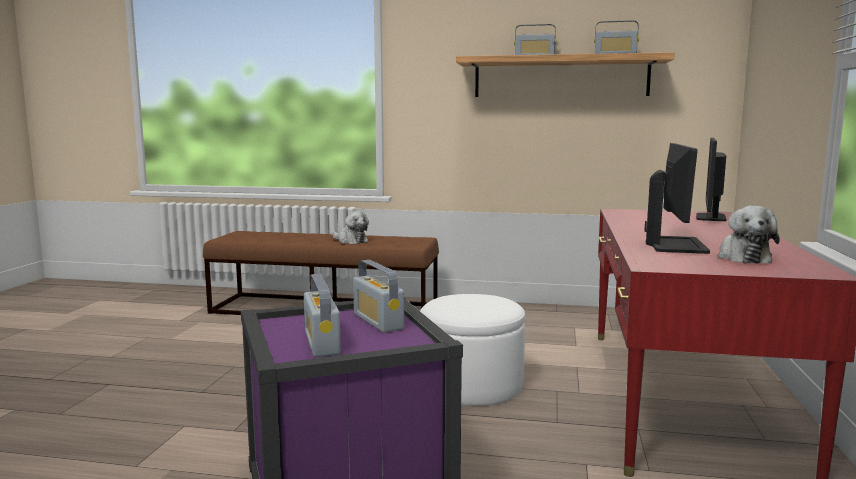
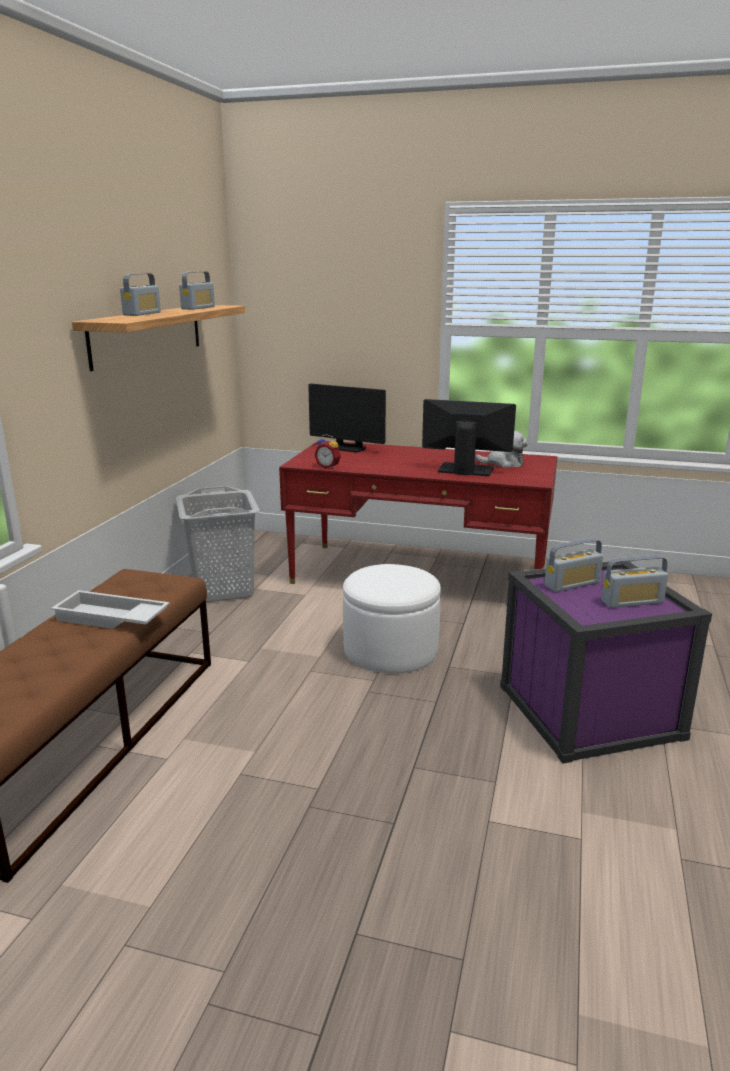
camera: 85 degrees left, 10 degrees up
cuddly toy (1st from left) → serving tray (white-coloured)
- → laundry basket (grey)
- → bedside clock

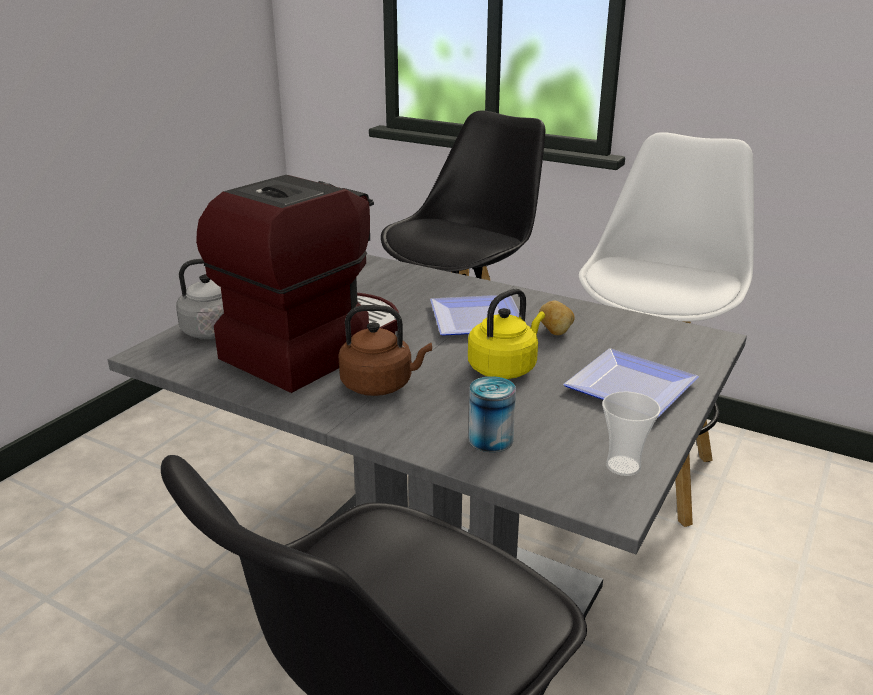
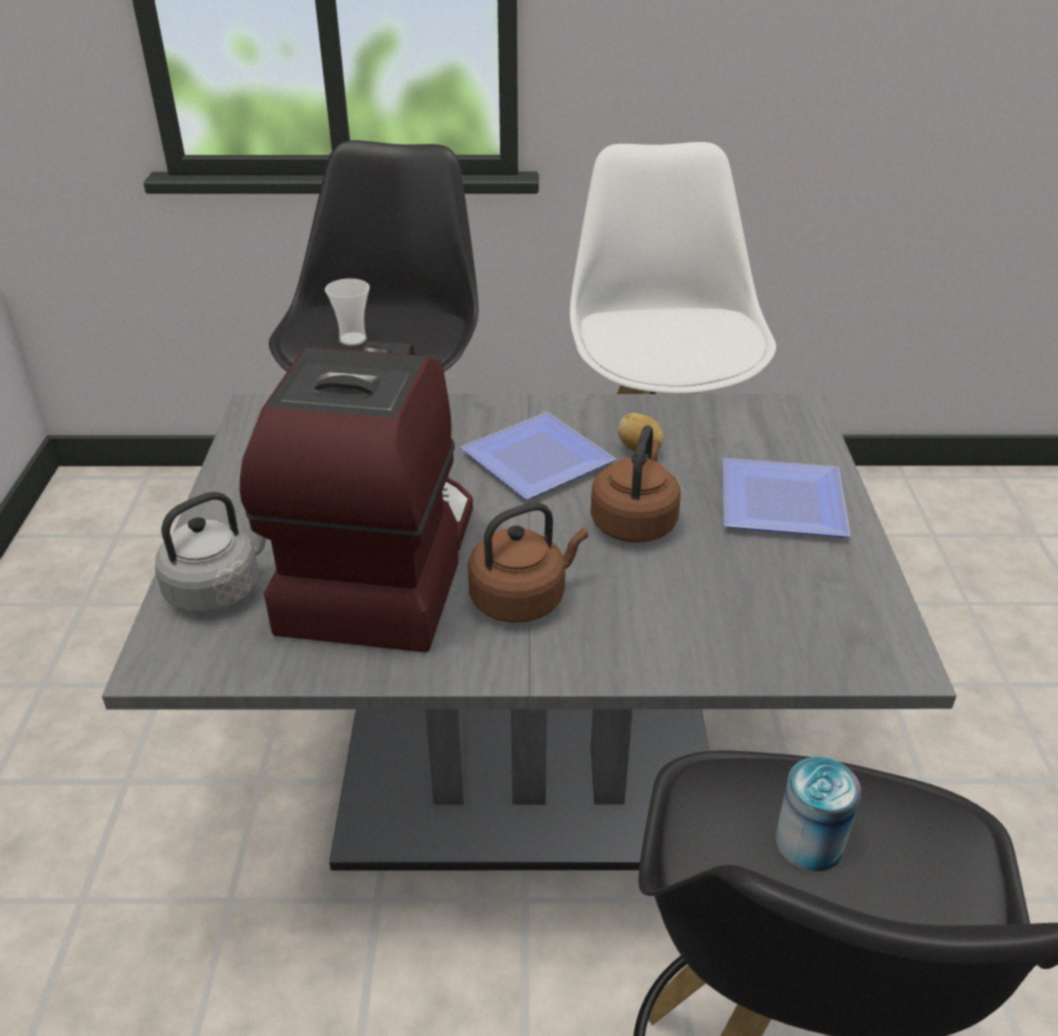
camera: 30 degrees left, 10 degrees up
tea kettle (yellow-coloured) → tea kettle (brownish) (2nd from left)
metal can, moved
cup, moved

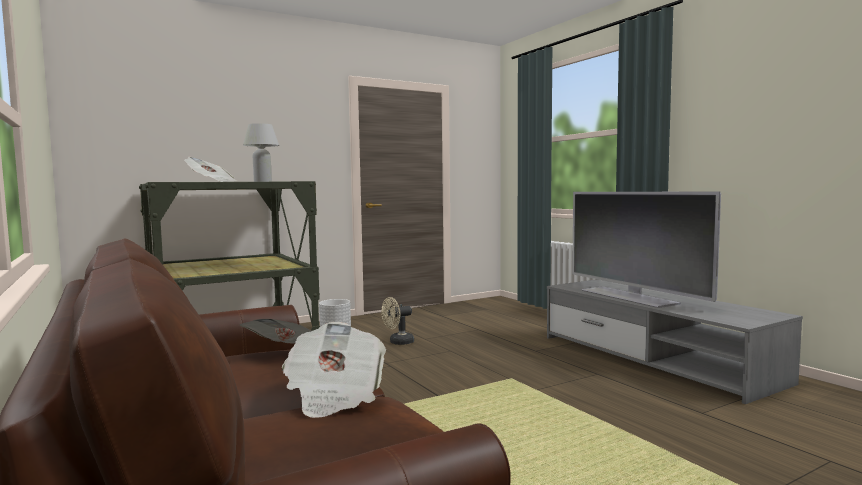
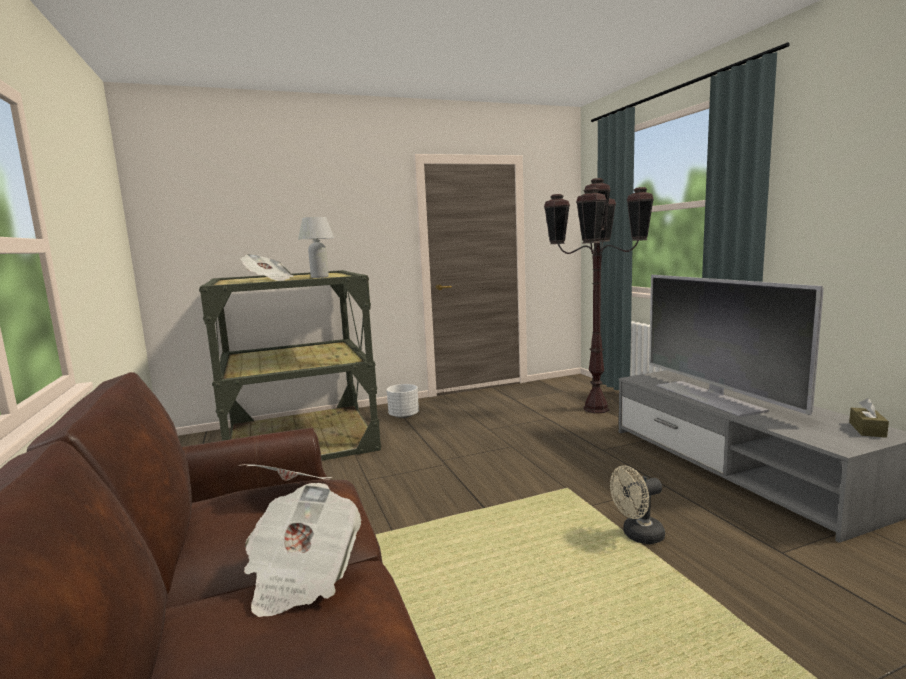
camera: 10 degrees right, 5 degrees up
cooling fan (sand-coloured), moved
- → standard lamp (brownish)
- → tissue box (brownish)

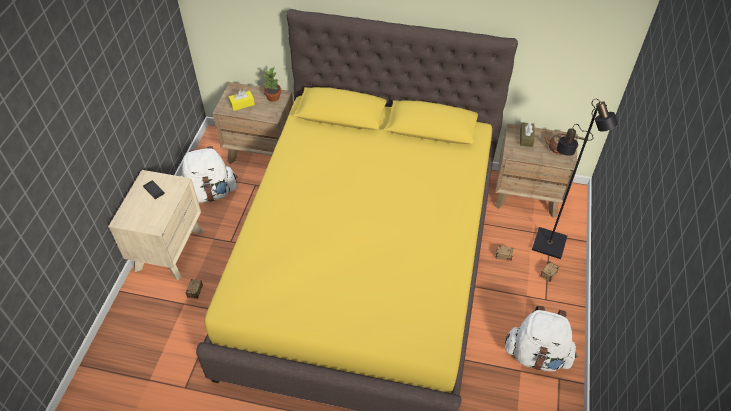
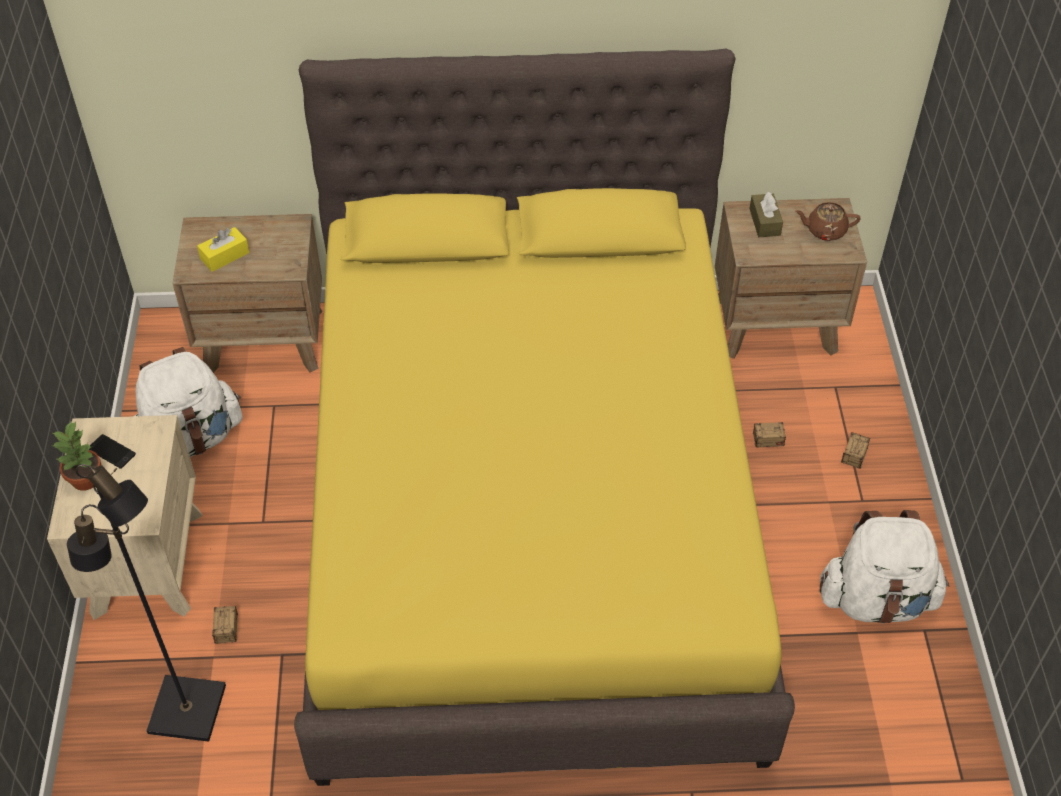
camera: 15 degrees left, 0 degrees up
plant in a pot, moved
standard lamp (blackish), moved

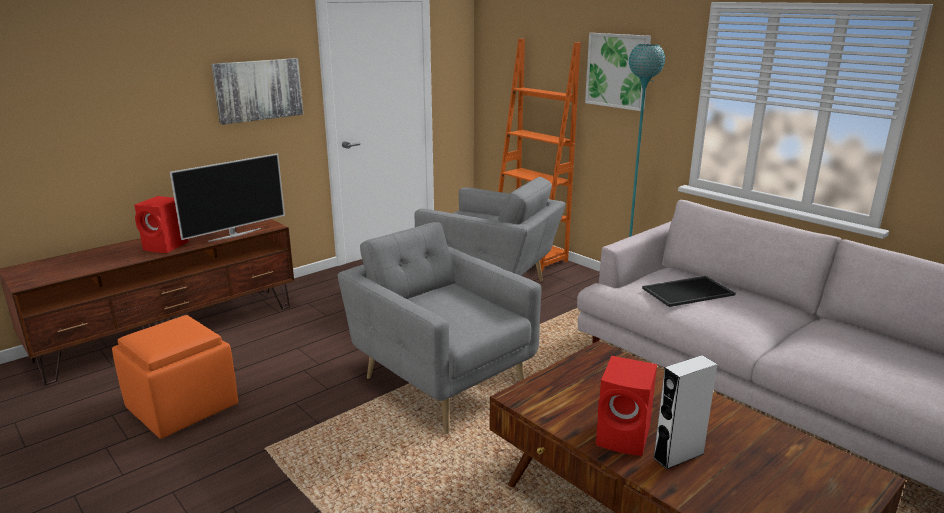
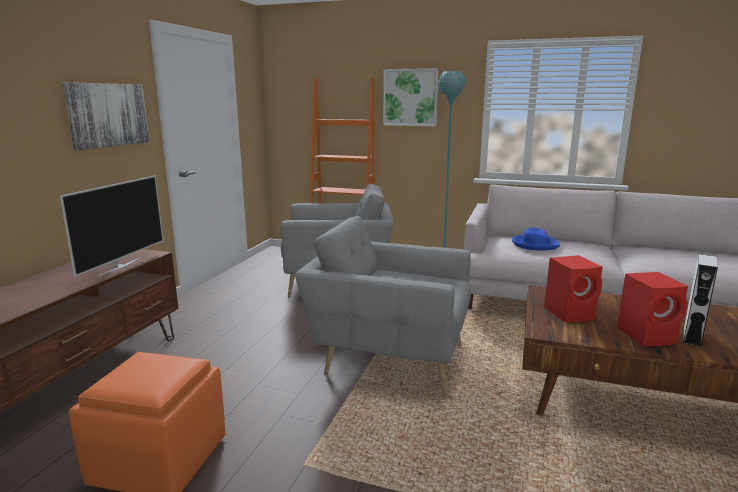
camera: 30 degrees left, 5 degrees down
speaker (reddish) (1st from left), moved
serving tray → hat (blue-coloured)

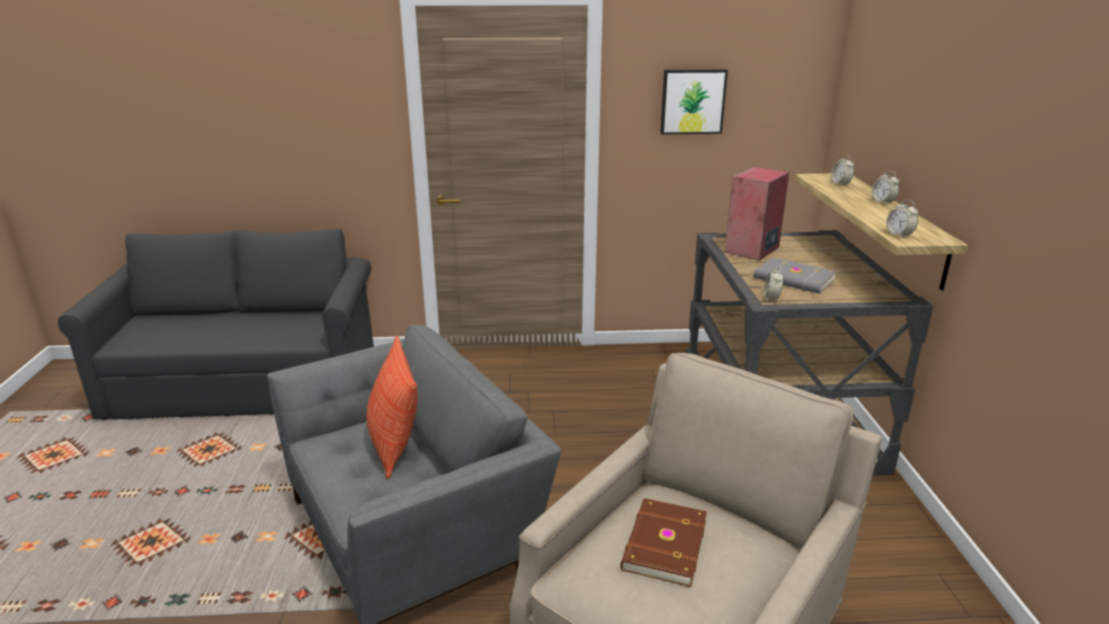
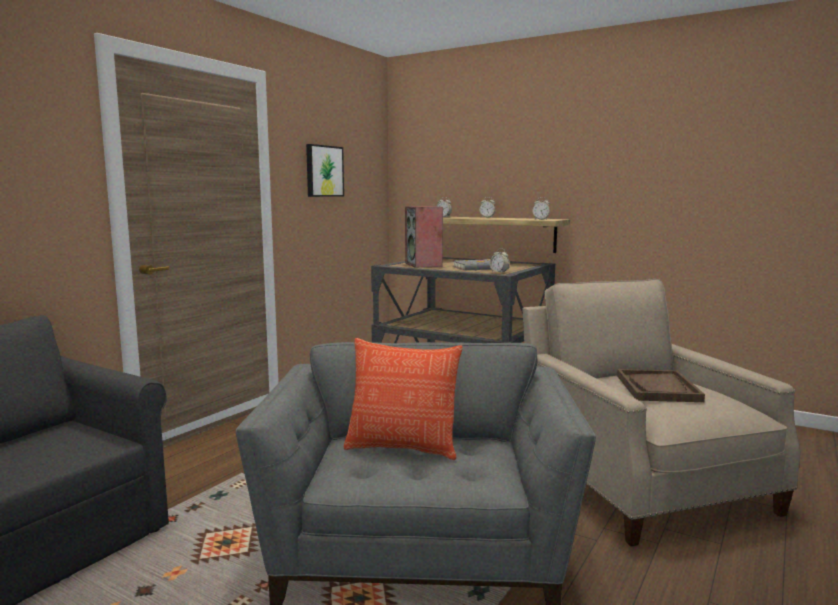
camera: 55 degrees left, 15 degrees down
bound book (brownish) → serving tray (brownish)

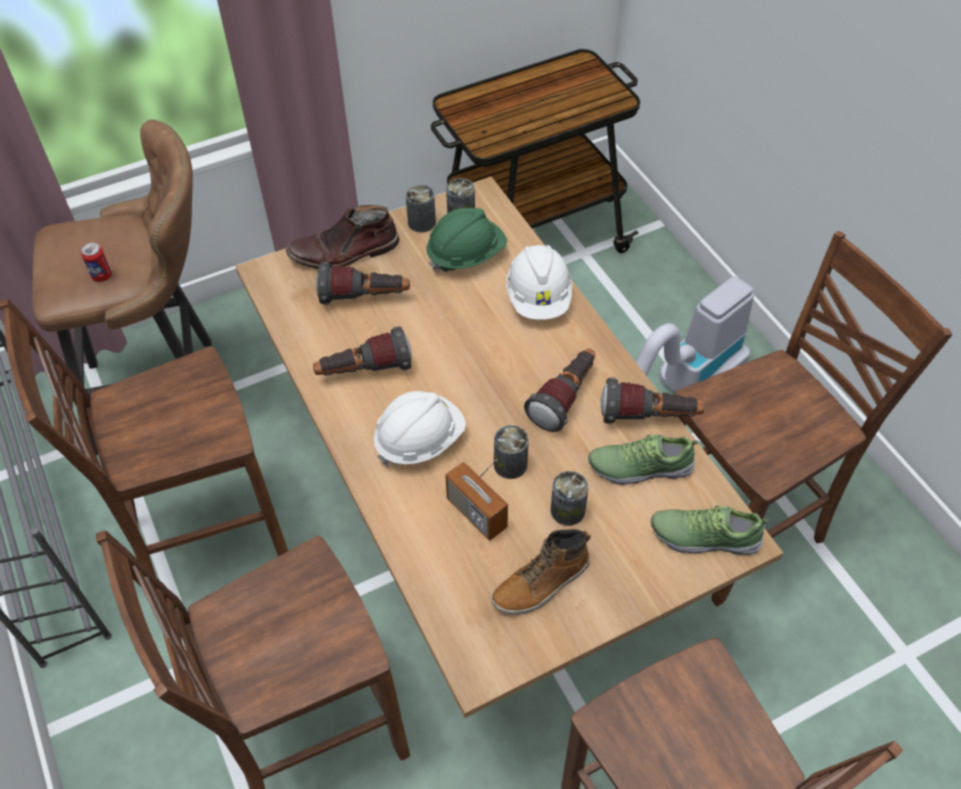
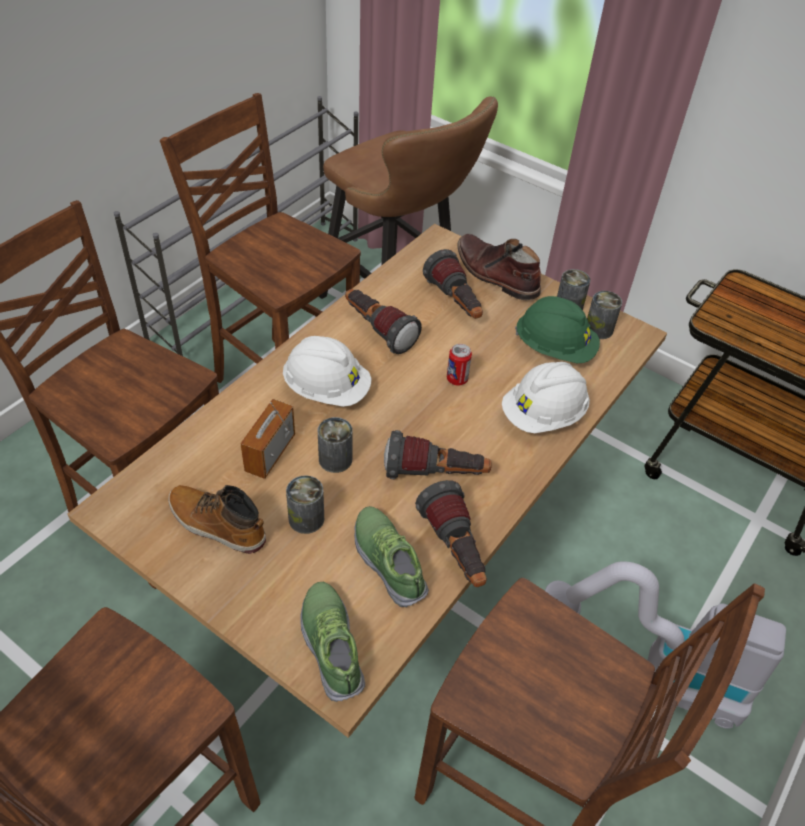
camera: 60 degrees right, 5 degrees down
metal can (1st from left in the first image) → metal can (3rd from left), moved

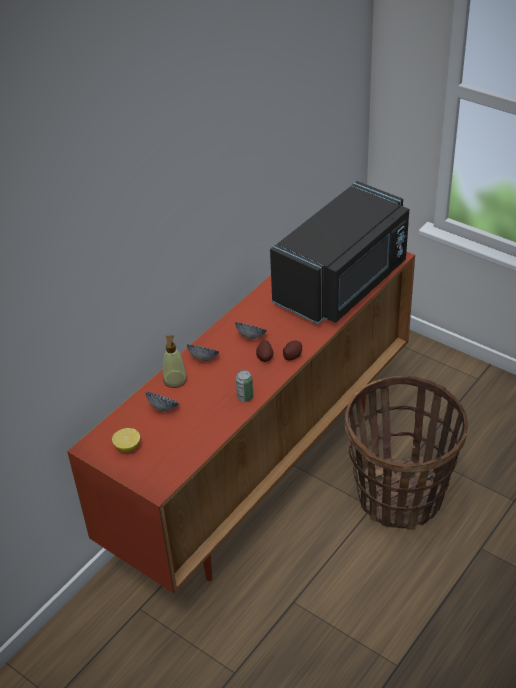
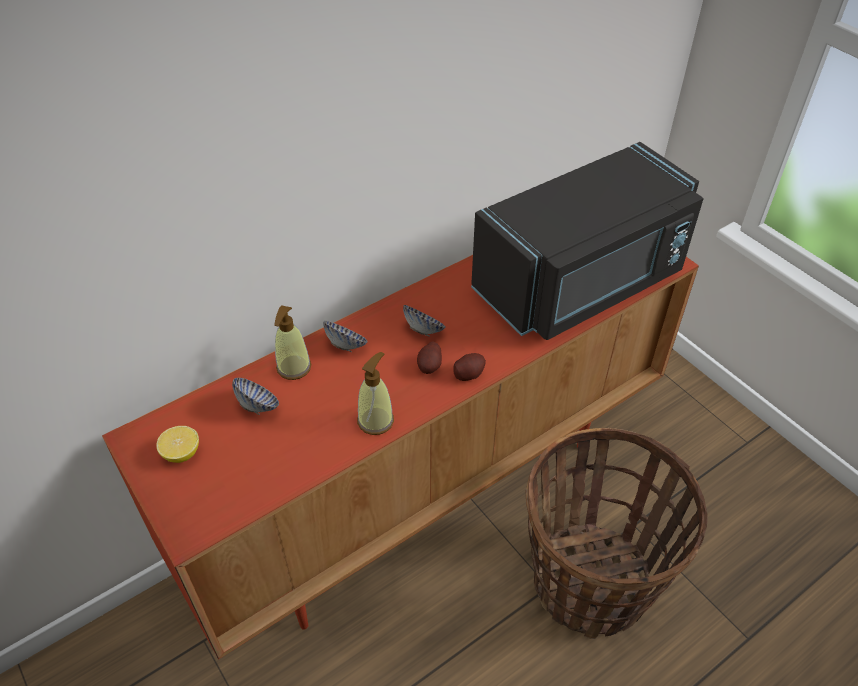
camera: 15 degrees right, 5 degrees up
metal can → liquid soap bottle (2nd from left)

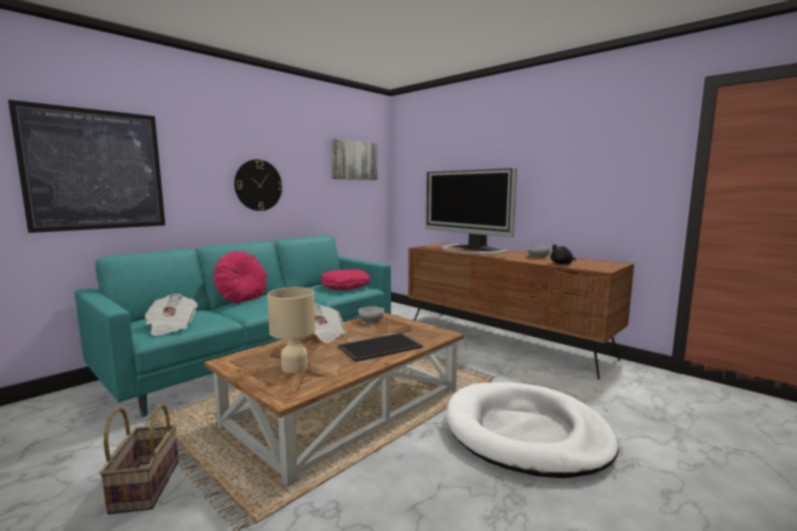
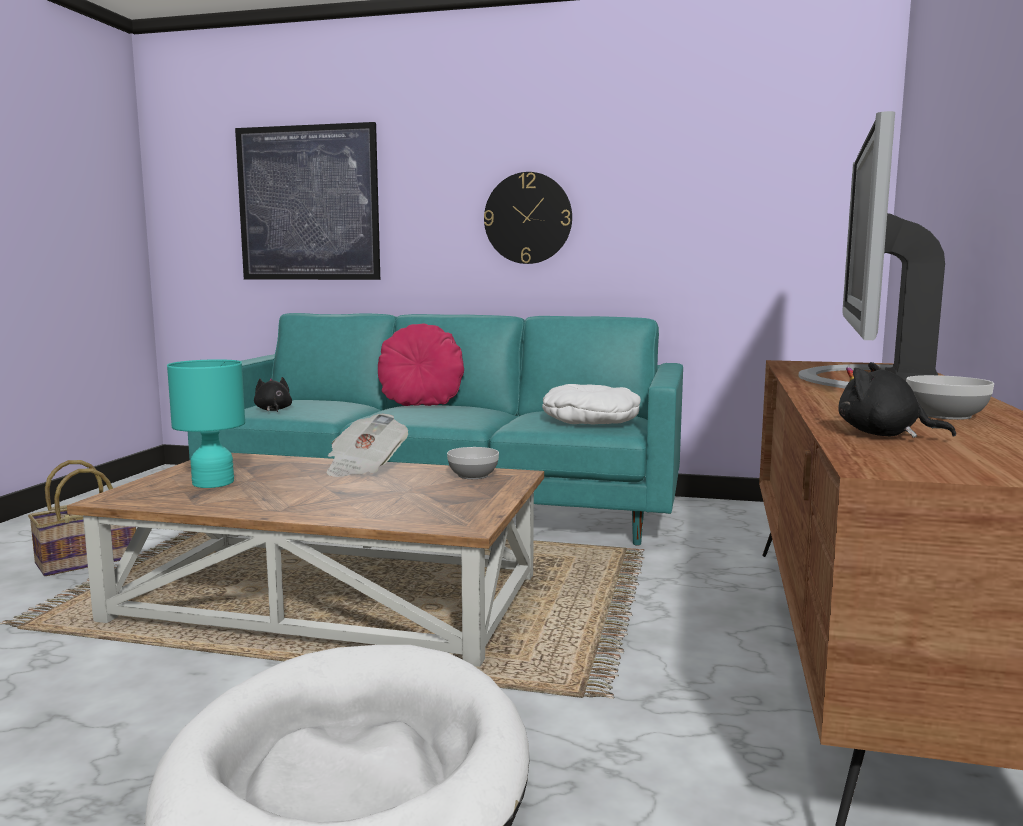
camera: 60 degrees right, 0 degrees up
newspaper (1st from left) → cuddly toy (blackish) (1st from left)
tabletop lamp (sand-coloured) → tabletop lamp (turquoise)
throw pillow (pinkish) (2nd from left) → throw pillow (white-coloured)
picture (2nd from left) → -
serving tray → -

